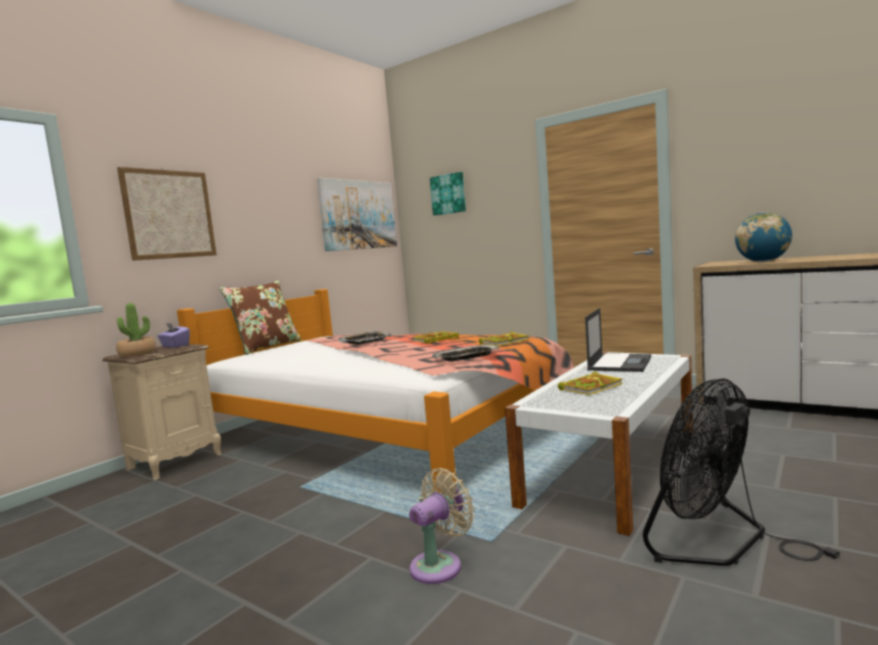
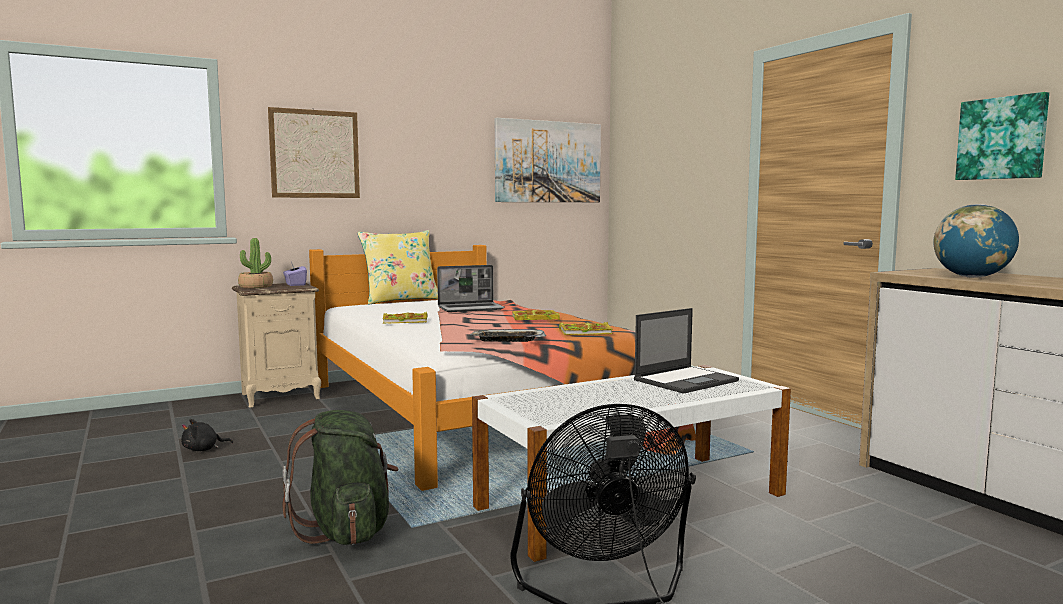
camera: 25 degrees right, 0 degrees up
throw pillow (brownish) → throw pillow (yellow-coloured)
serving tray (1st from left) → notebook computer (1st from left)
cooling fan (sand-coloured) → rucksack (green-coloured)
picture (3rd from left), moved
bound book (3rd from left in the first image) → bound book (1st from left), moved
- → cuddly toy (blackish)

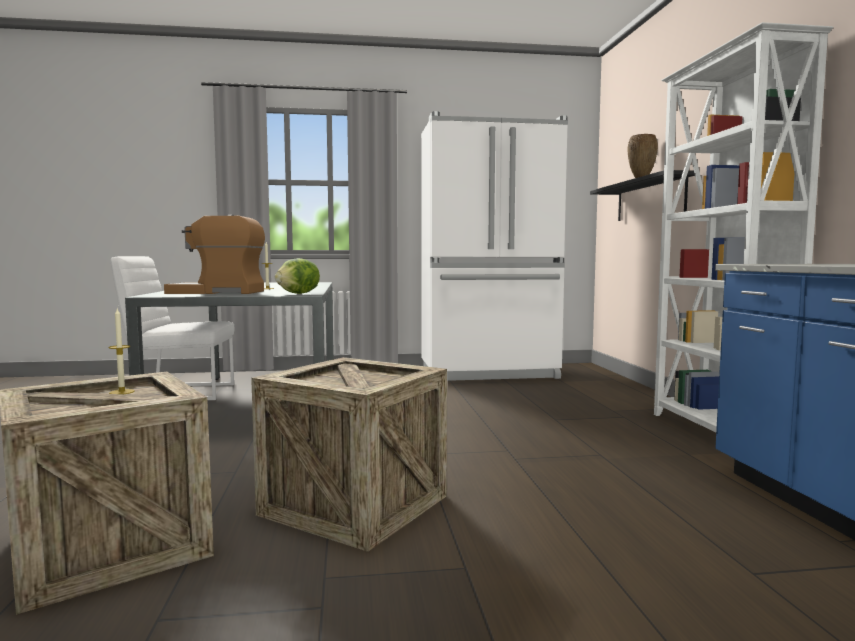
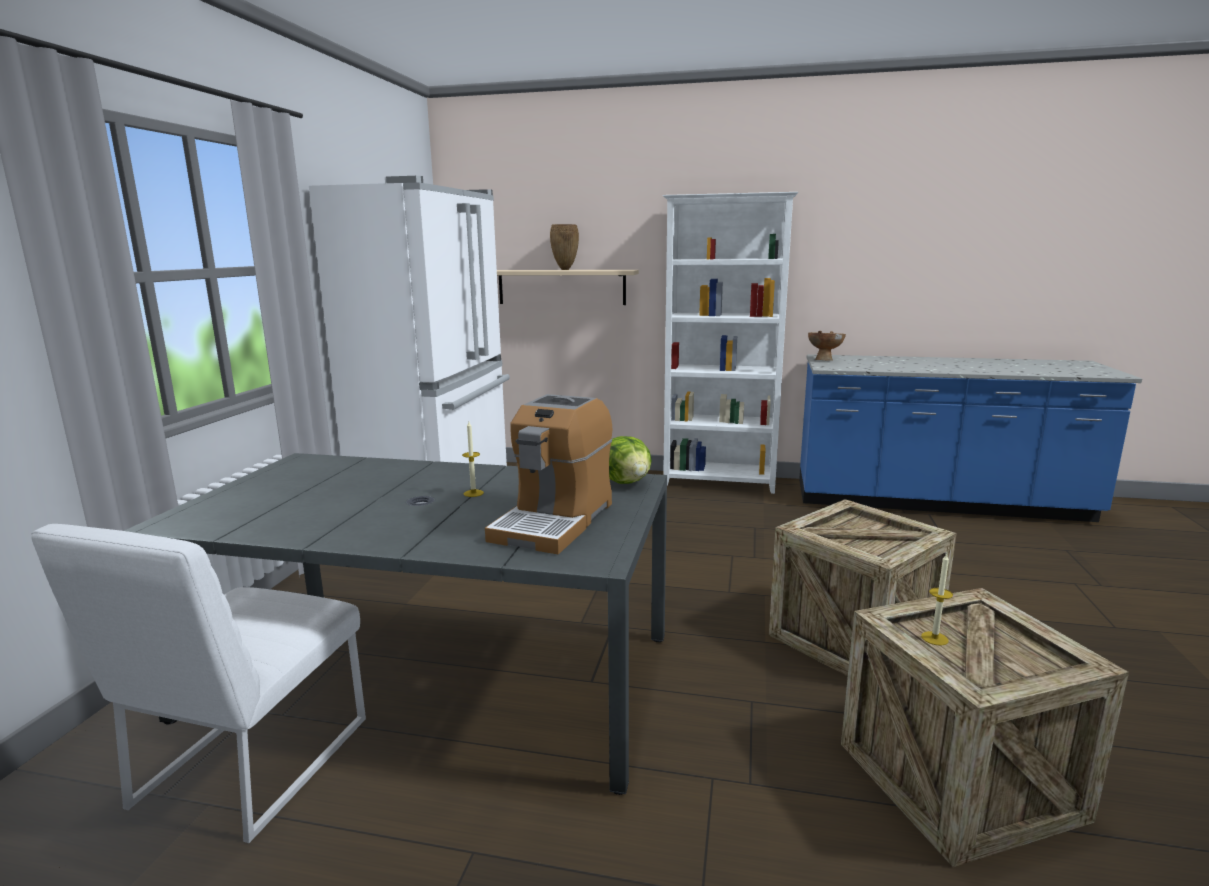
camera: 70 degrees left, 10 degrees up
wall shelf (blackish) → wall shelf (sand-coloured)
- → serving bowl (brownish)

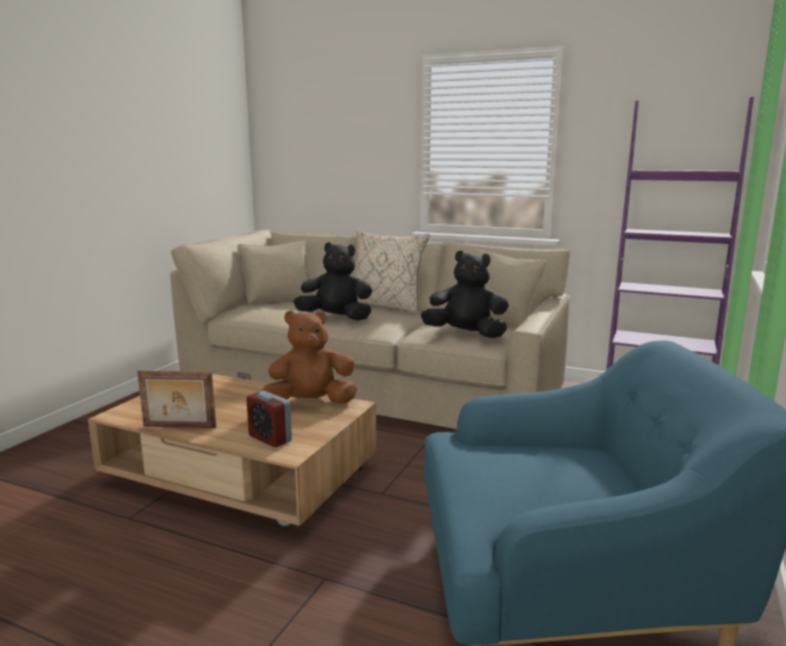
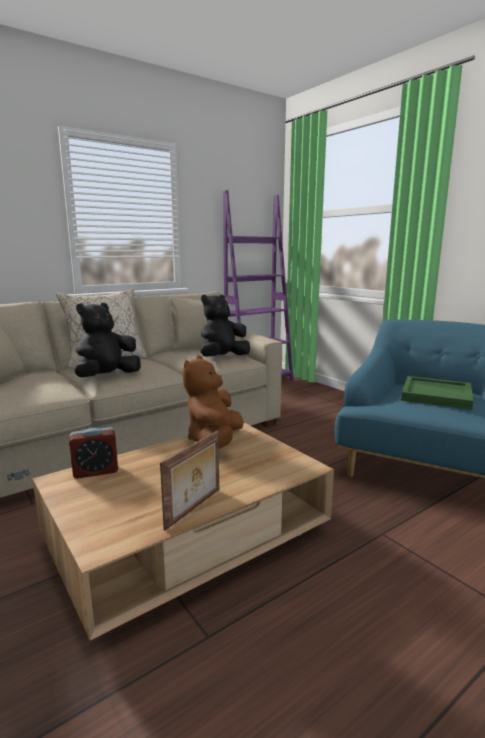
camera: 60 degrees left, 0 degrees up
bedside clock, moved
- → serving tray (green-coloured)

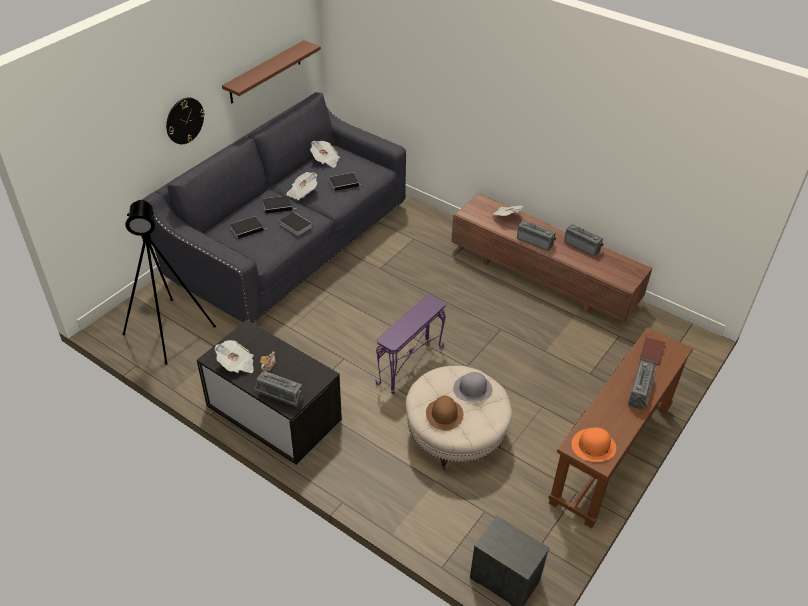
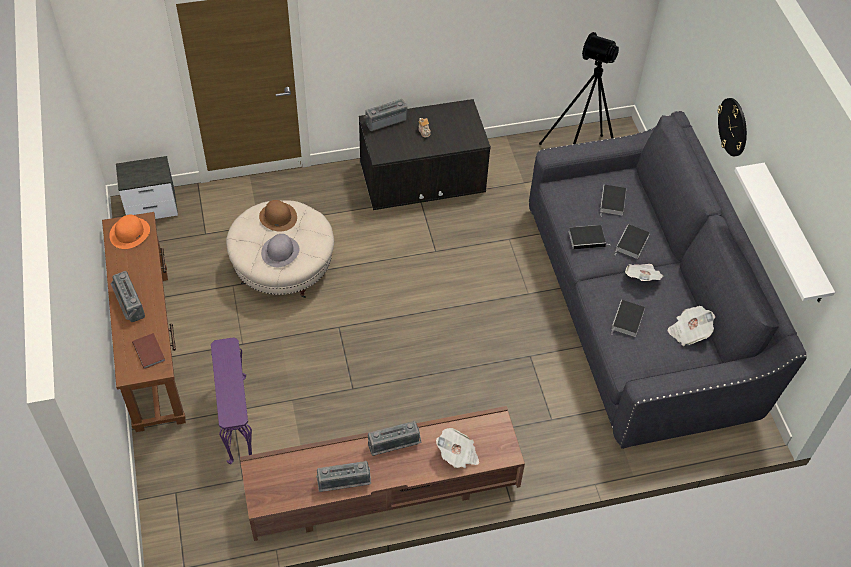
camera: 130 degrees right, 10 degrees up
newspaper (1st from left) → -
wall shelf (brownish) → wall shelf (white-coloured)
end table (purplish), moved

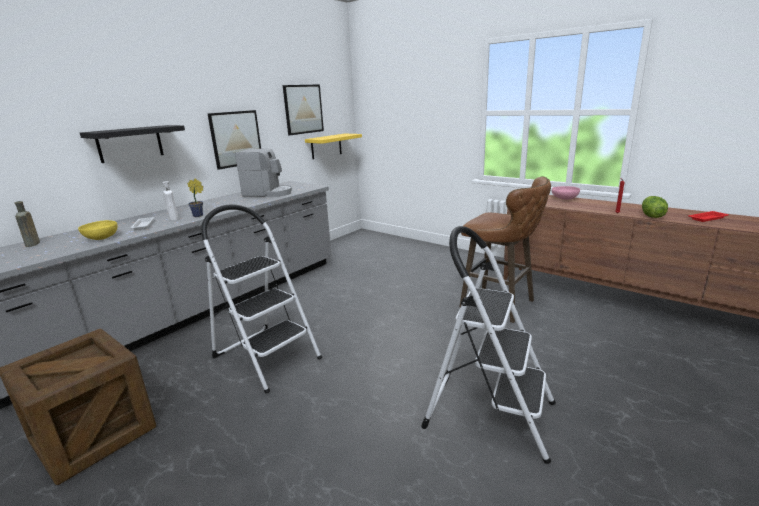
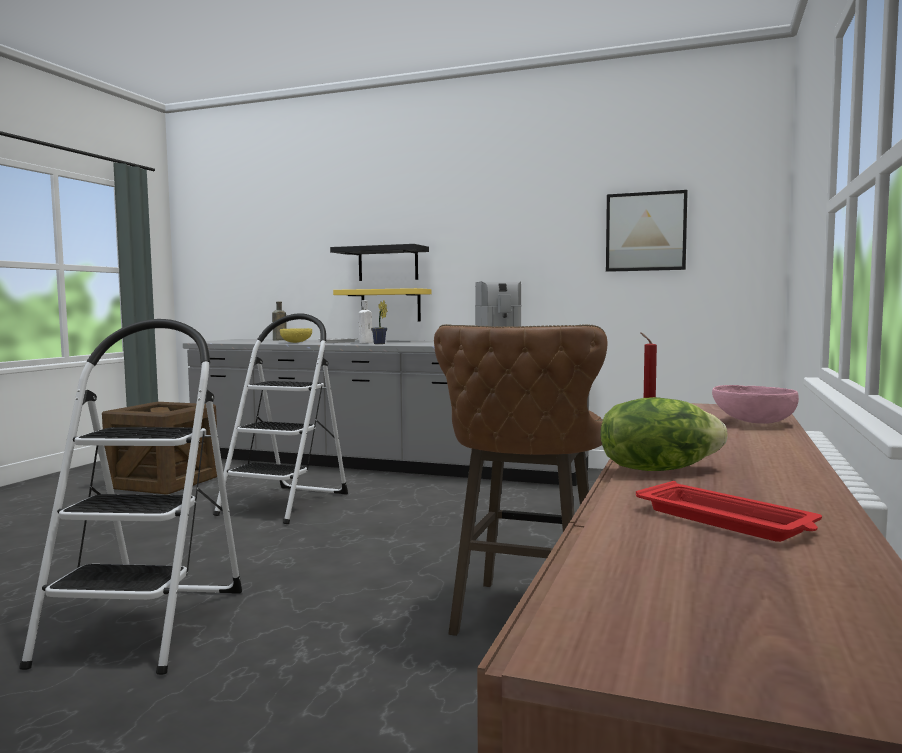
camera: 70 degrees right, 15 degrees down
picture (1st from left) → -
wall shelf (yellow-coloured), moved

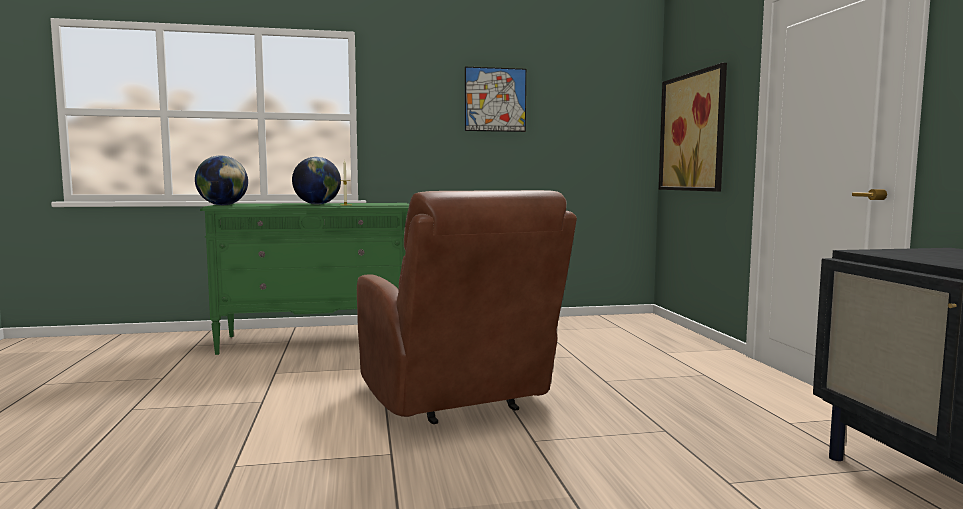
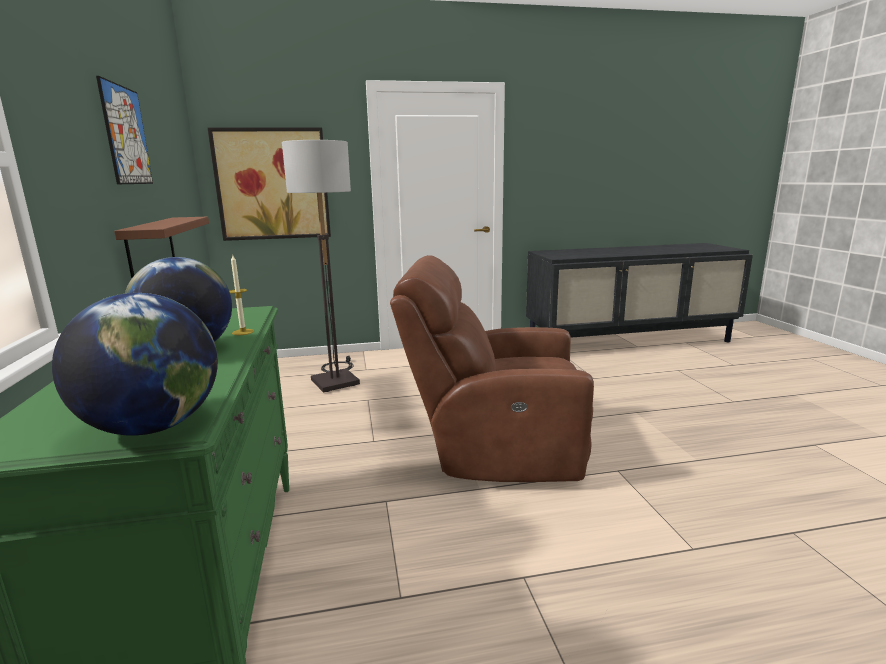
camera: 90 degrees left, 10 degrees up
armchair (brownish), 150 degrees counterclockwise
- → wall shelf (brownish)
- → standard lamp

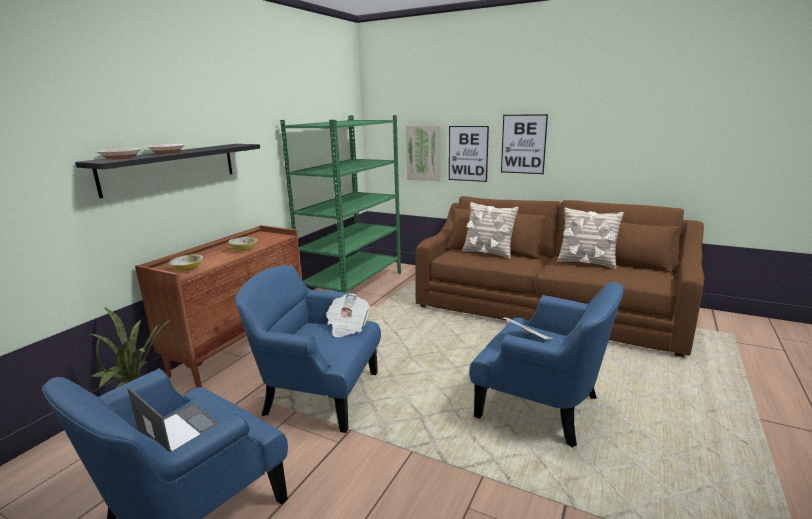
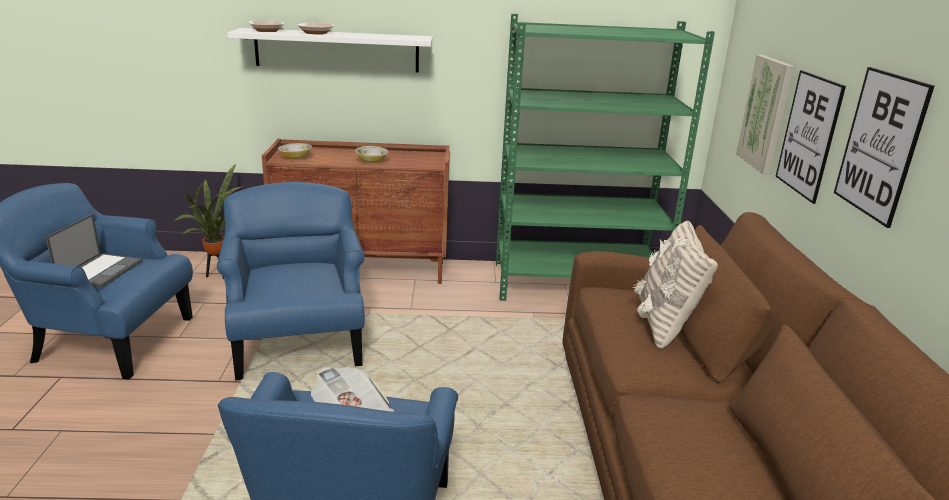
camera: 60 degrees right, 5 degrees up
wall shelf (blackish) → wall shelf (white-coloured)
newspaper (1st from left) → -
throw pillow (sand-coloured) (2nd from left) → -

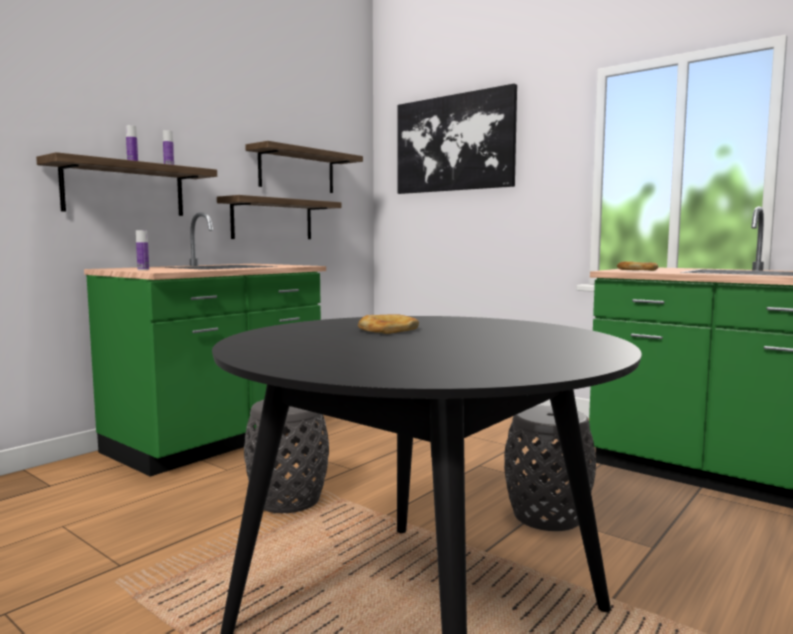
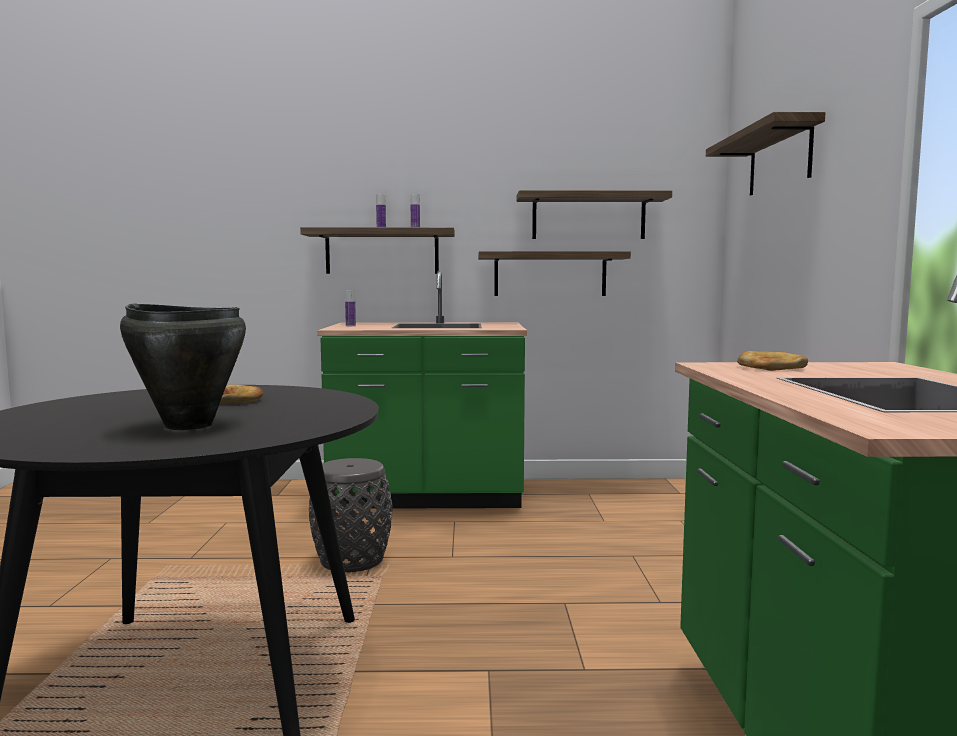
camera: 50 degrees right, 0 degrees up
picture → wall shelf (4th from left)
stool seat (grey) (2nd from left) → -
- → saucepot (blackish)

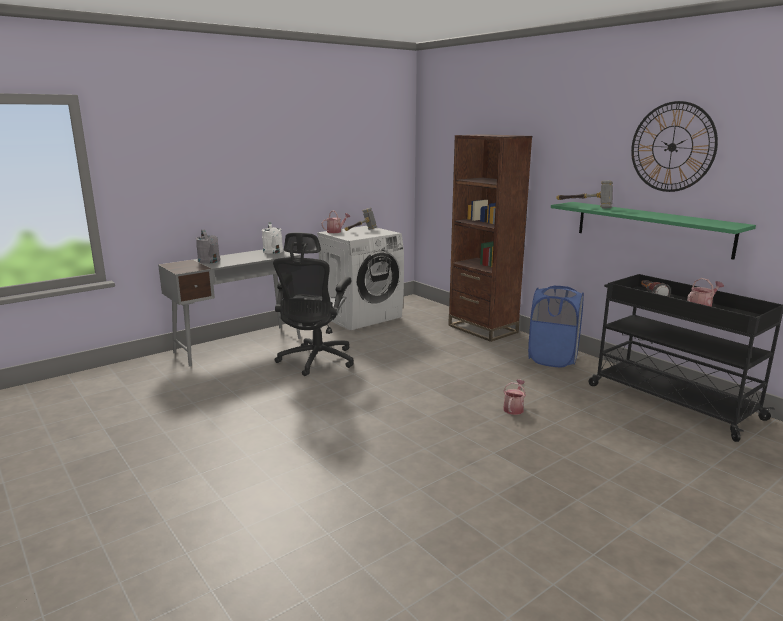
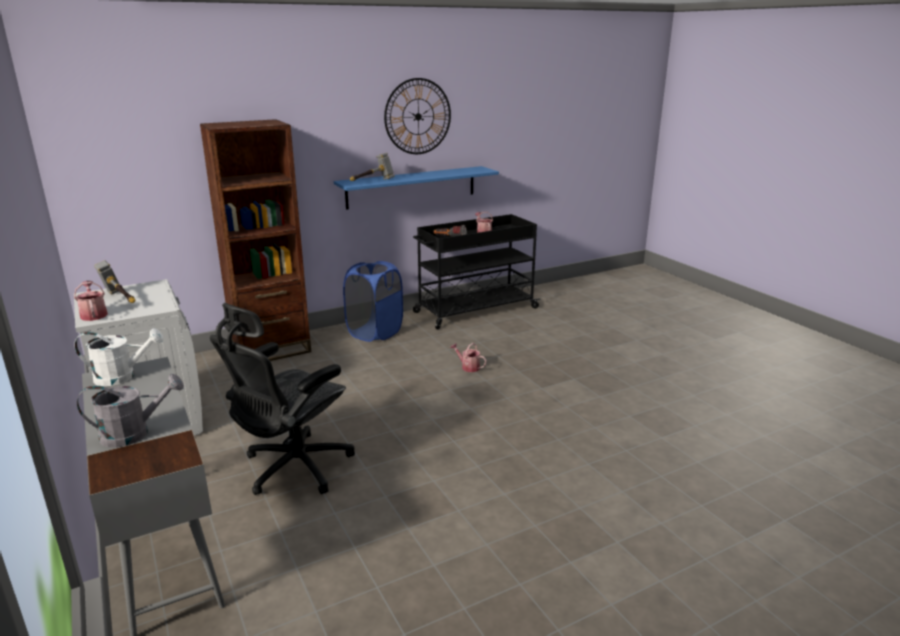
camera: 80 degrees left, 5 degrees up
computer chair, 105 degrees clockwise
wall shelf (green-coloured) → wall shelf (blue-coloured)

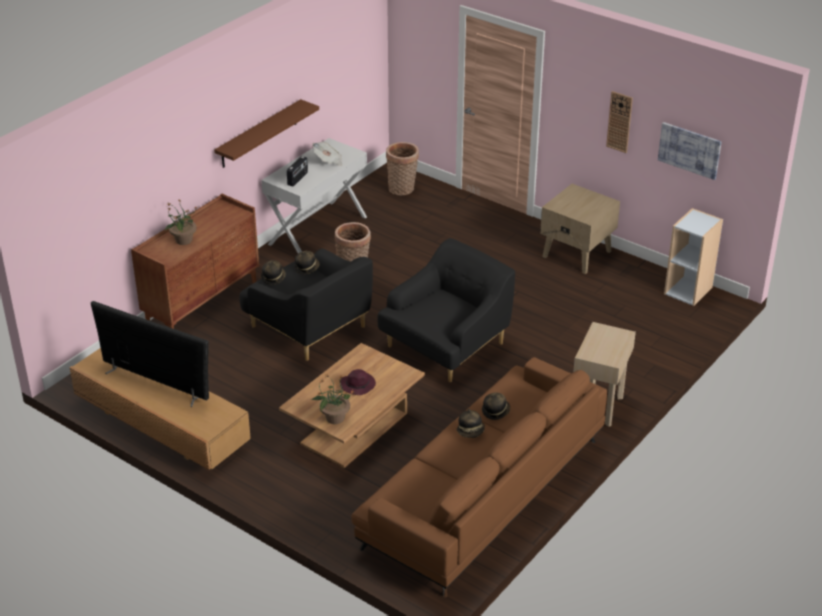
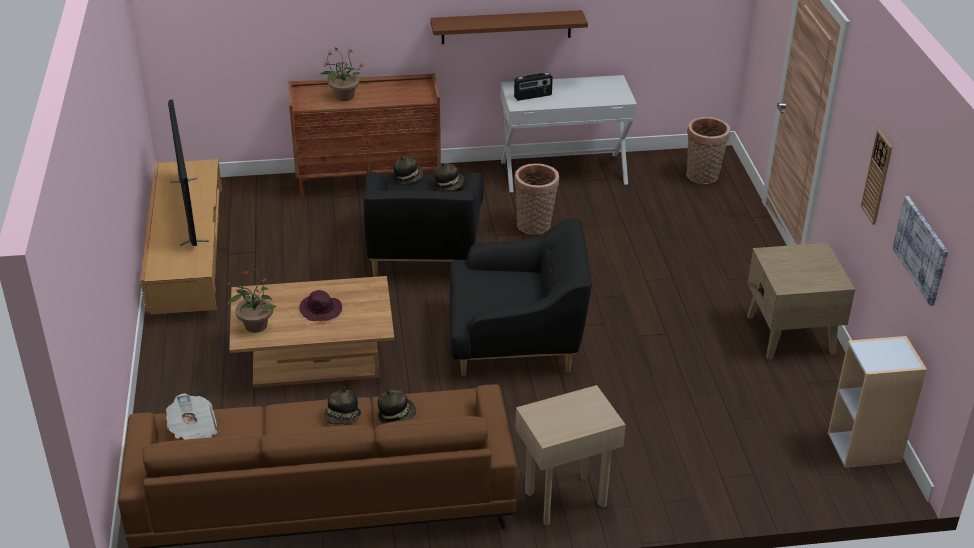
camera: 45 degrees right, 0 degrees up
newspaper, moved

